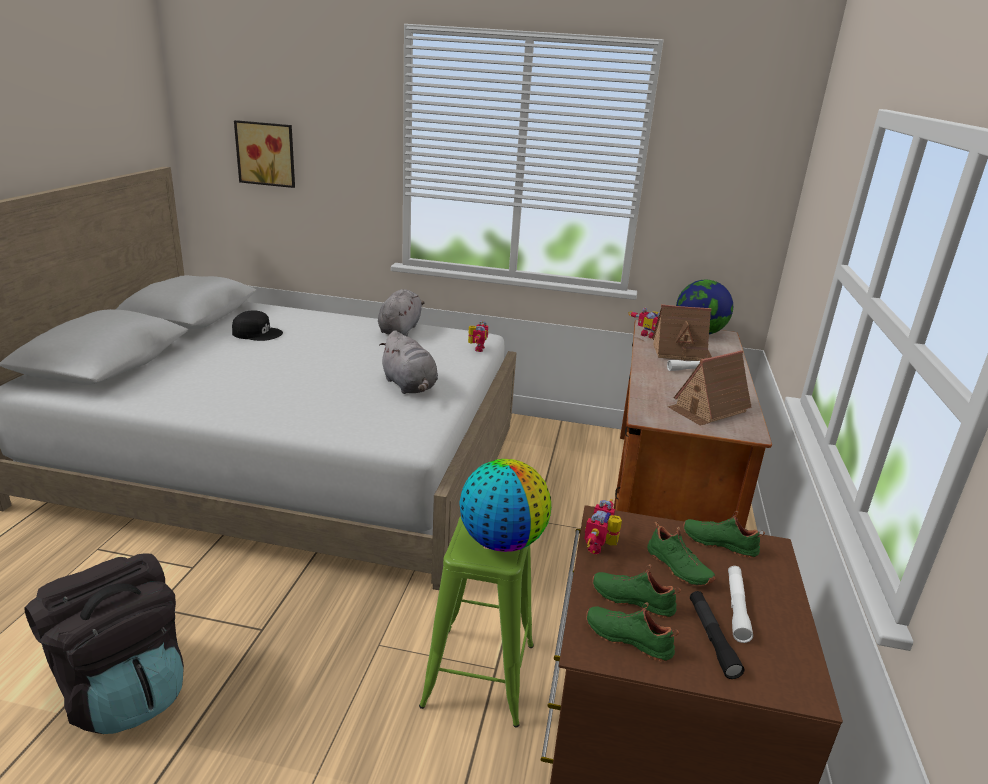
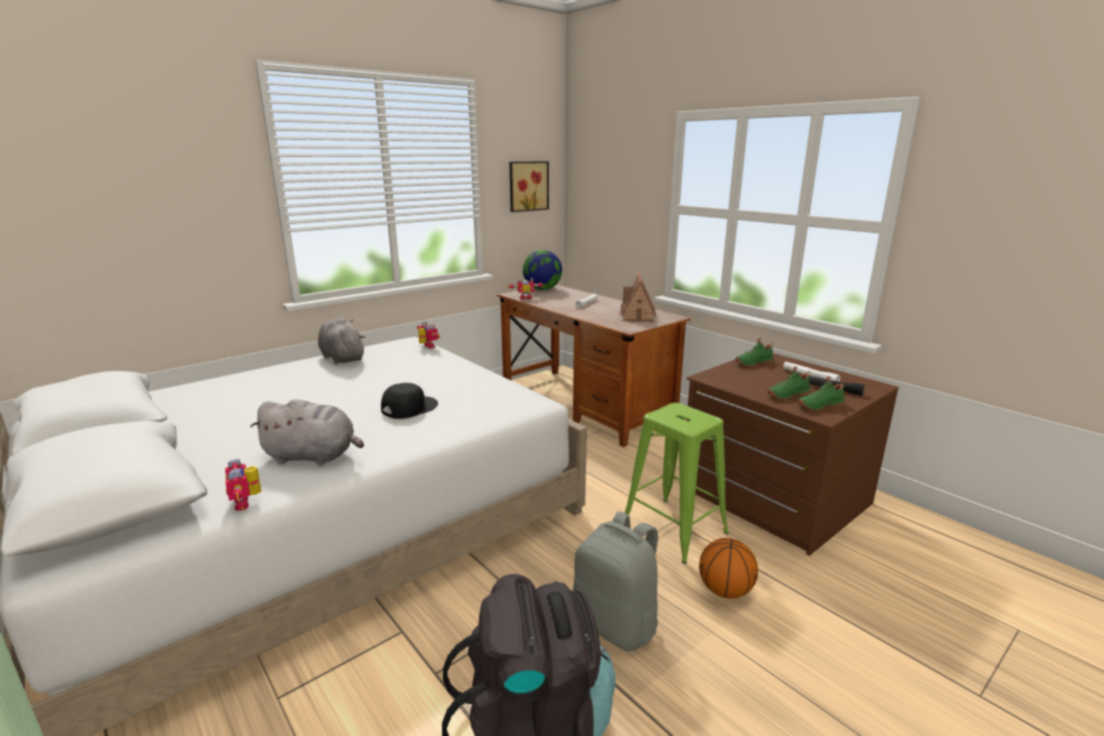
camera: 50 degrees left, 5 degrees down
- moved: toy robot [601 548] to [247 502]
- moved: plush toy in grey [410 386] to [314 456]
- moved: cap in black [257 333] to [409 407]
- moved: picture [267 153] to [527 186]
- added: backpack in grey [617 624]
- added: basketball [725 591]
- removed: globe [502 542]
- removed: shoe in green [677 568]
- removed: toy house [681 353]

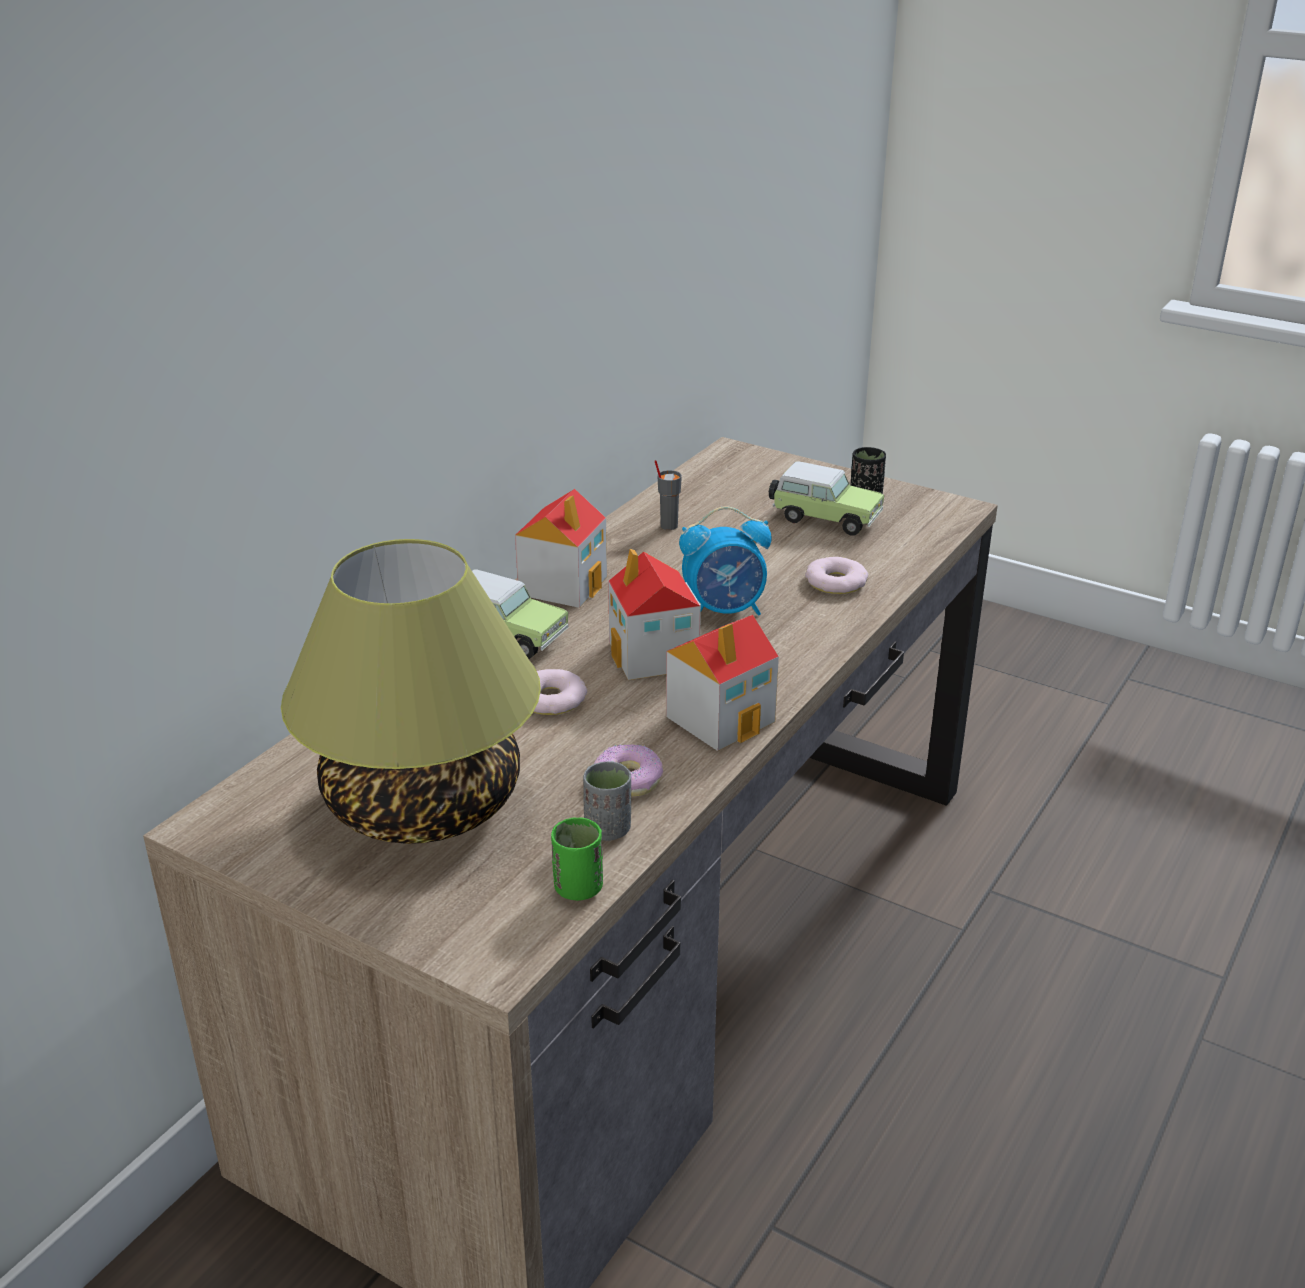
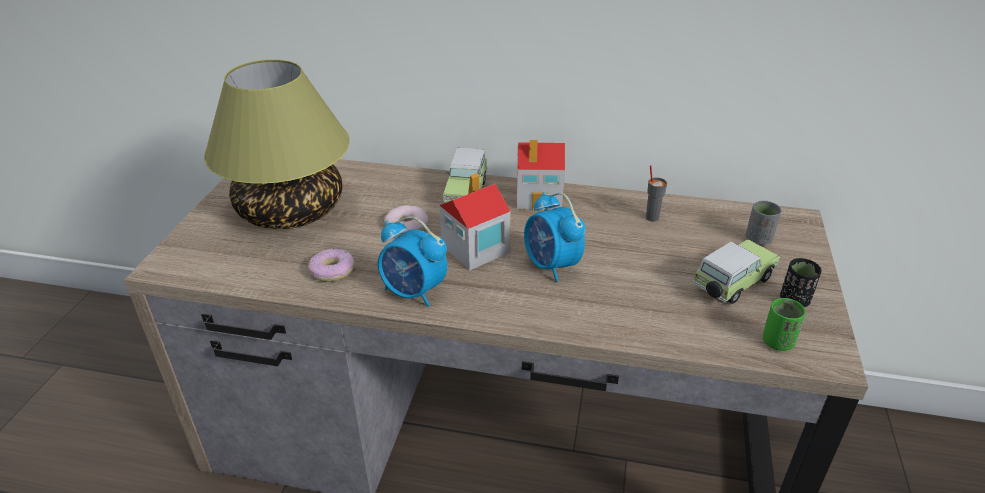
camera: 70 degrees right, 5 degrees up
- replaced: toy house [721 718] to alarm clock [414 292]
- turned: toy car [823 519] = [731 284] 135 degrees counterclockwise
- moved: cup in grey [608 829] to [758 239]
- moved: cup in green [578 888] to [777 342]
- removed: donut [835 582]

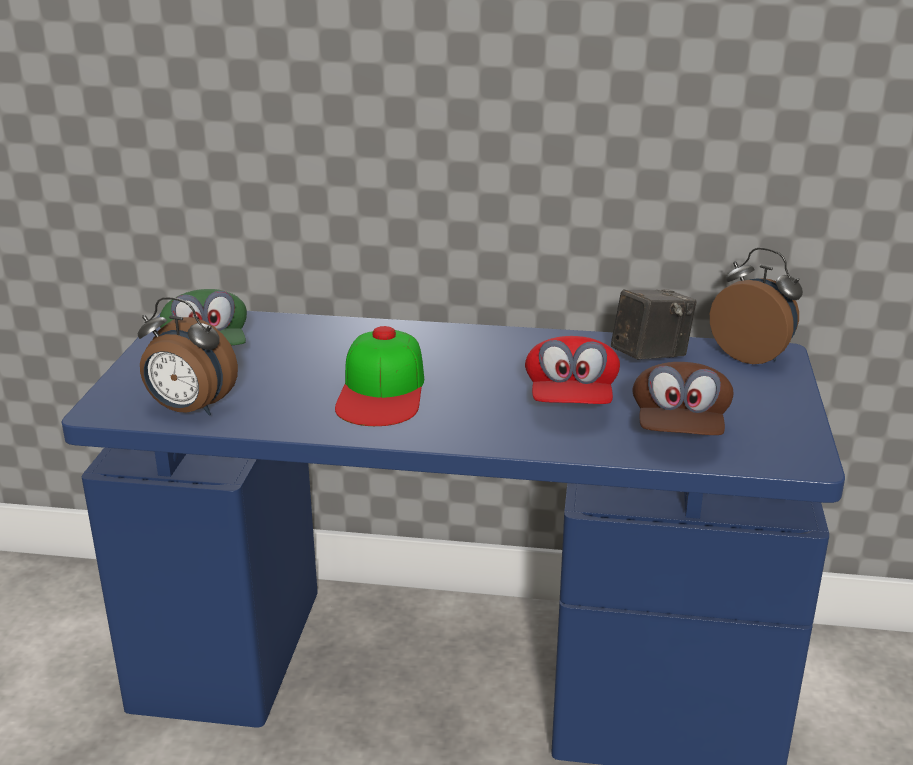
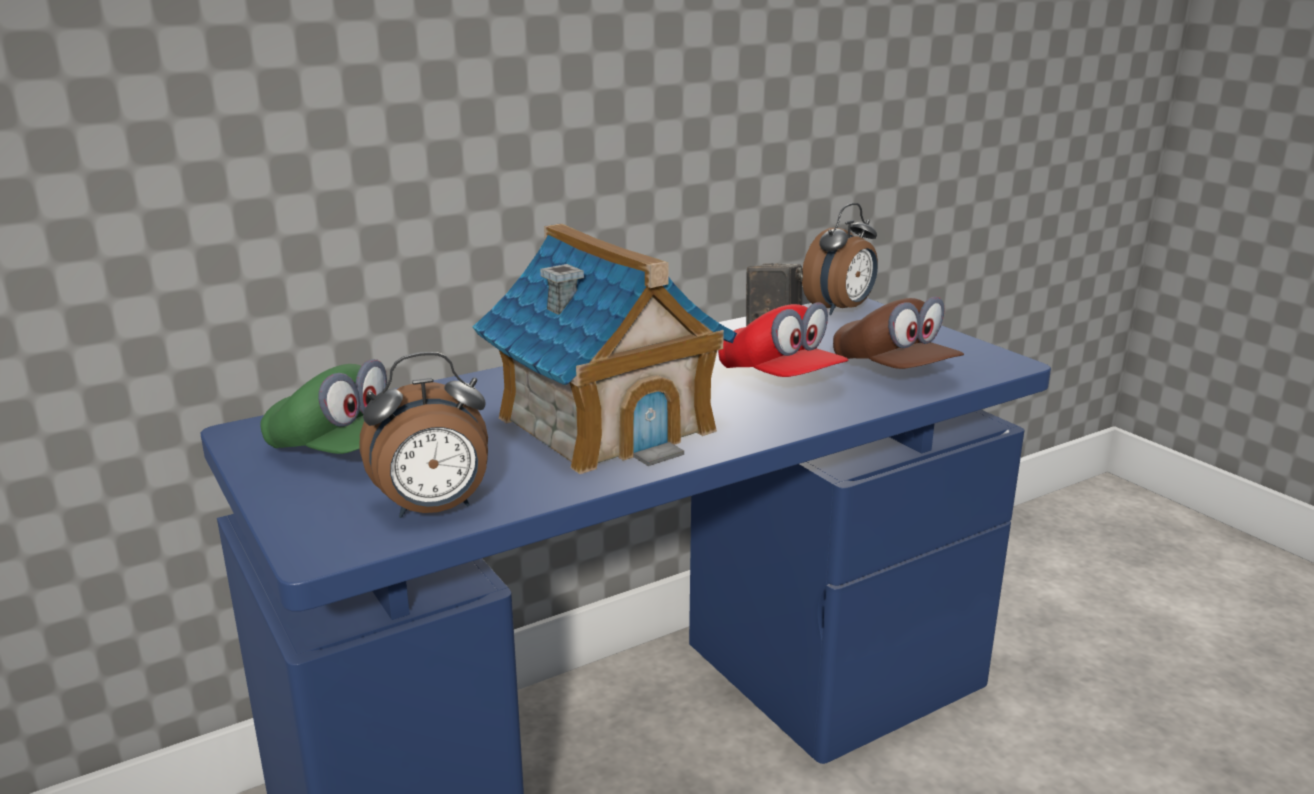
camera: 40 degrees left, 5 degrees down
- replaced: cap [382 390] to toy house [606 424]
- turned: alarm clock [752 355] = [840 310] 135 degrees clockwise

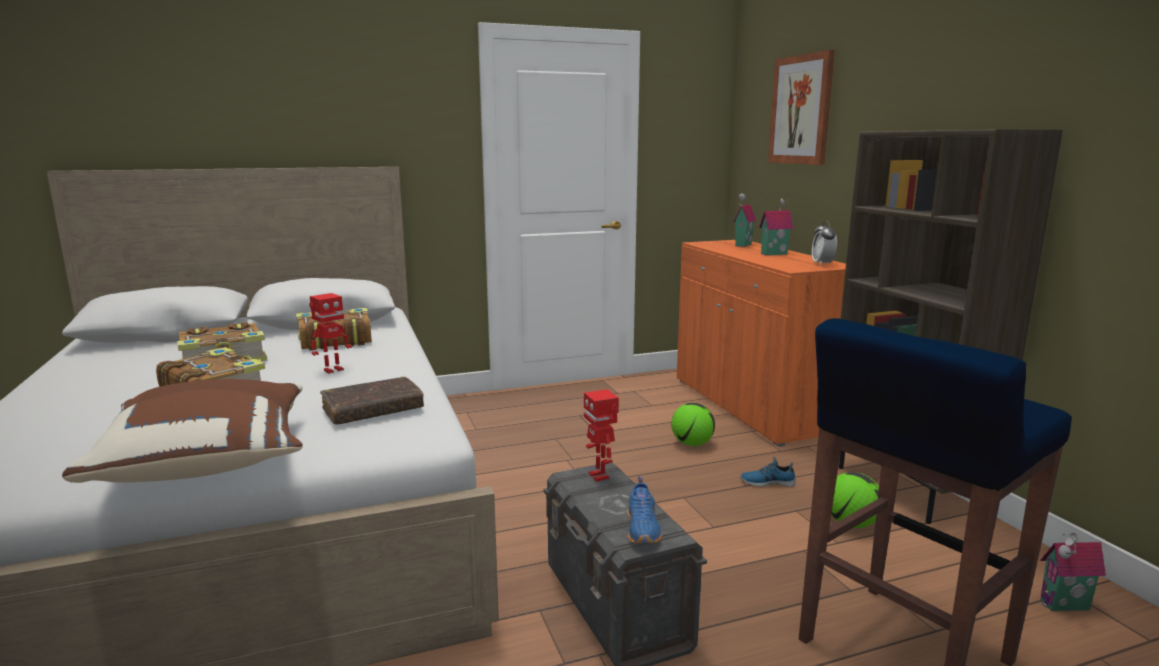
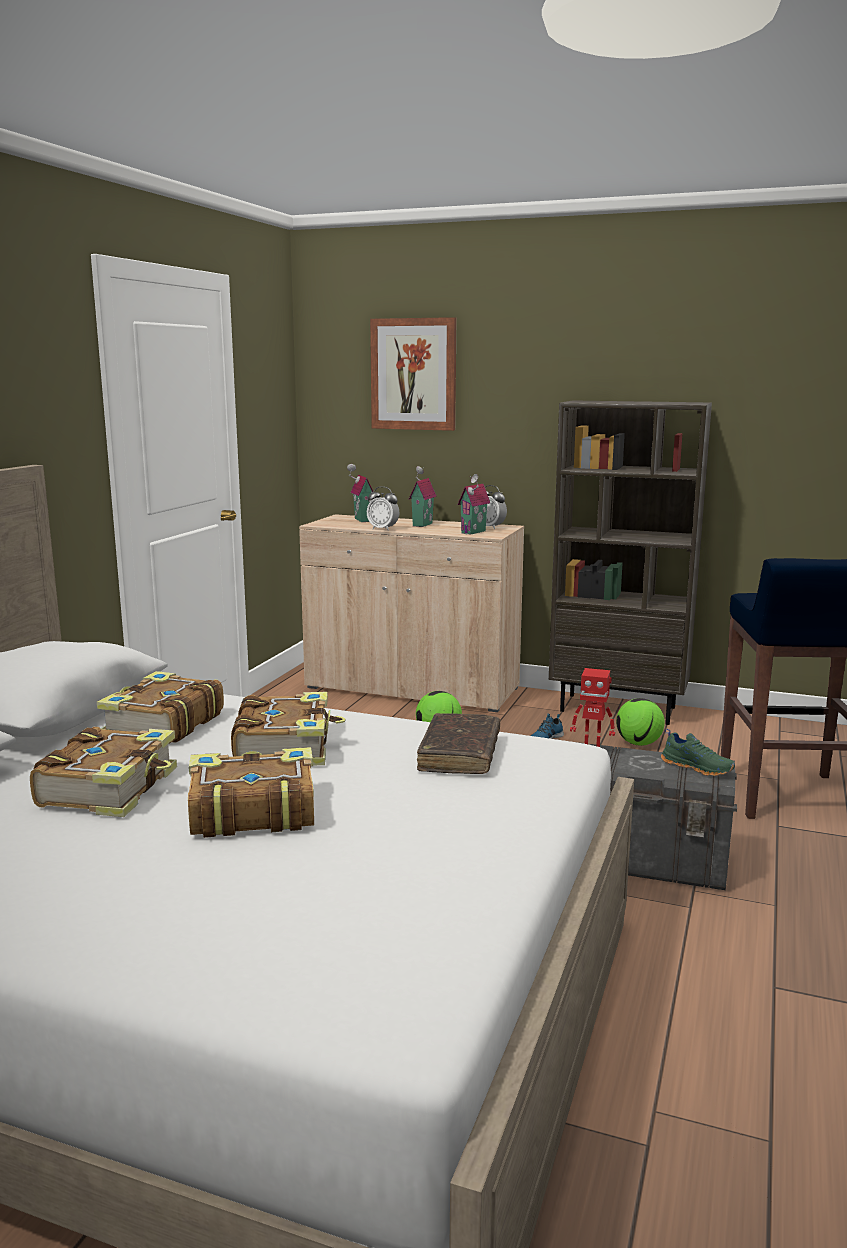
camera: 50 degrees left, 0 degrees up
- replaced: toy robot [333 370] to book [286 746]
- recoloured: cabinet in orange [751 405] to cabinet in beige [412 688]
- added: alarm clock [383 529]
- moved: toy house [1066 607] to [474 532]
- recoloured: shoe in blue [643 529] to shoe in green [697 767]
- removed: pillow in brown [209 461]

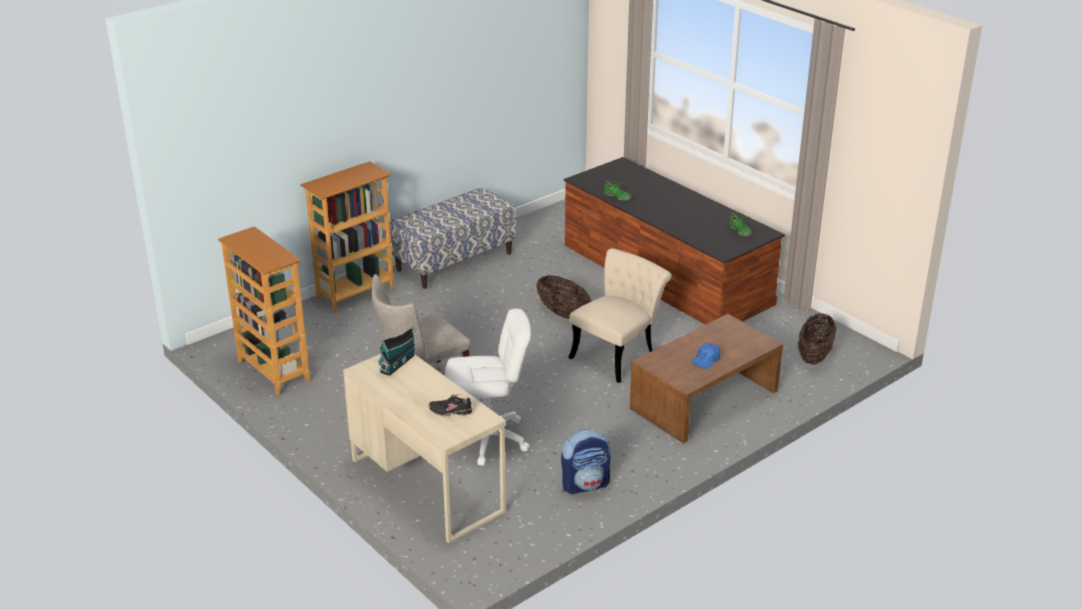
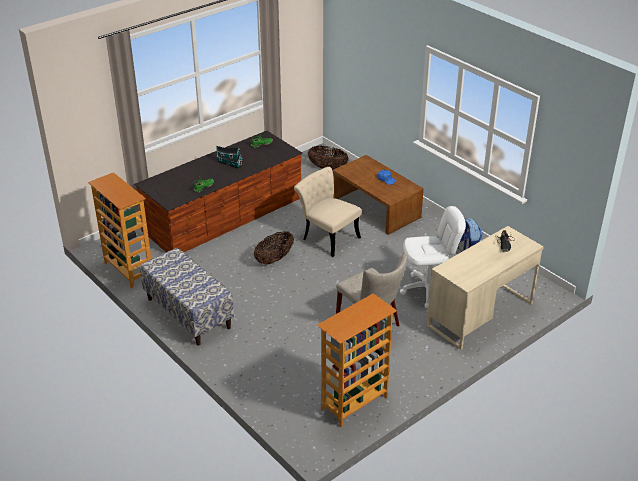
camera: 90 degrees left, 5 degrees up
- moved: bookcase [355 294] to [128 270]
- moved: toy house [398 363] to [229 163]
- turned: office chair in white [488 439] = [428 290] 90 degrees clockwise

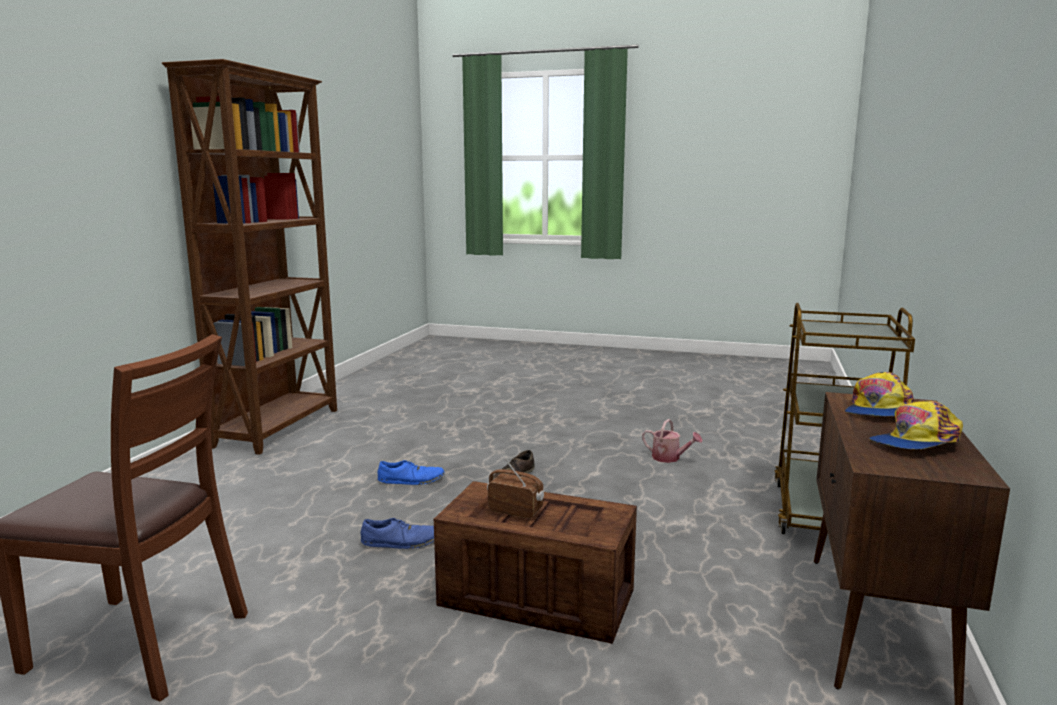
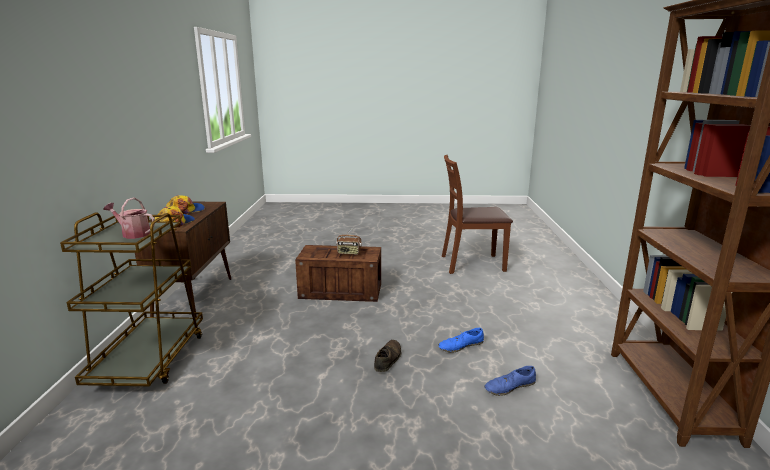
camera: 165 degrees right, 5 degrees up
- moved: watering can [669 458] to [133 234]
- moved: shoe in blue [401 542] to [509 387]

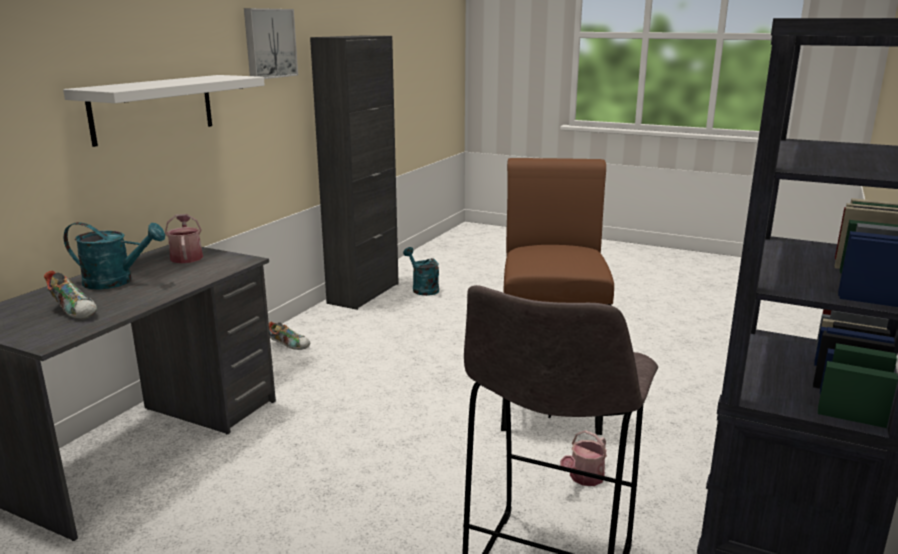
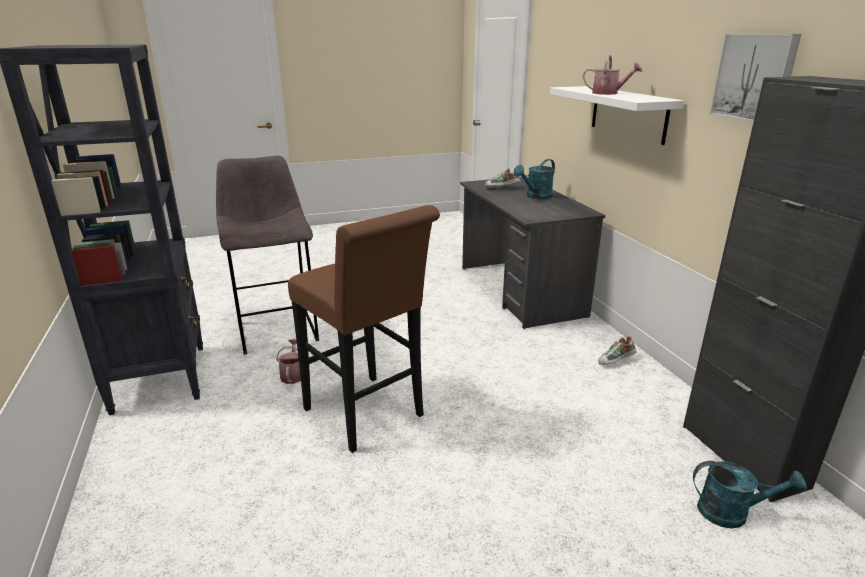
camera: 135 degrees right, 5 degrees up
- moved: watering can [186 256] to [609 93]

